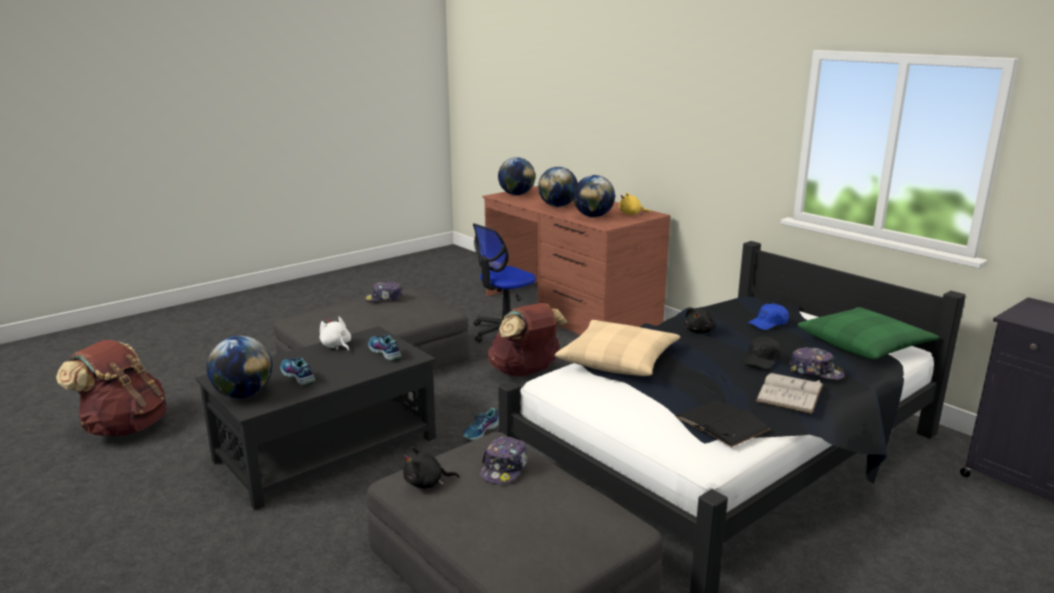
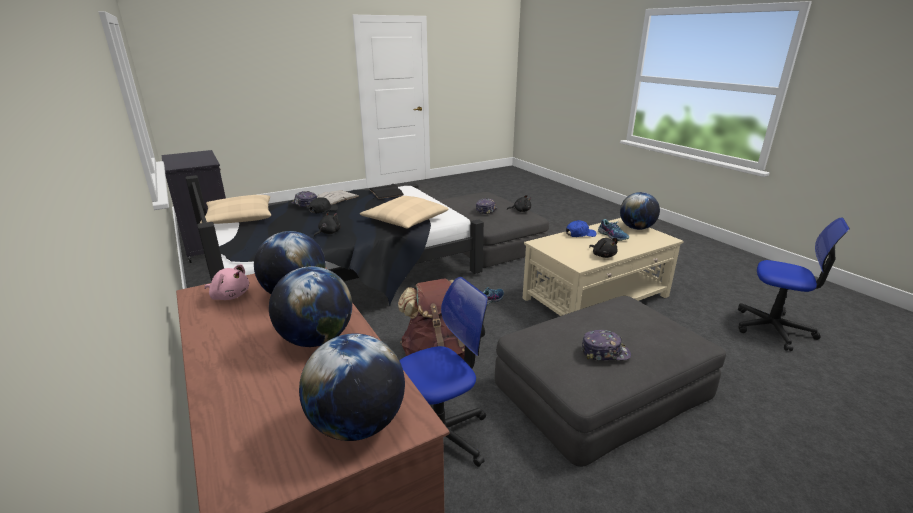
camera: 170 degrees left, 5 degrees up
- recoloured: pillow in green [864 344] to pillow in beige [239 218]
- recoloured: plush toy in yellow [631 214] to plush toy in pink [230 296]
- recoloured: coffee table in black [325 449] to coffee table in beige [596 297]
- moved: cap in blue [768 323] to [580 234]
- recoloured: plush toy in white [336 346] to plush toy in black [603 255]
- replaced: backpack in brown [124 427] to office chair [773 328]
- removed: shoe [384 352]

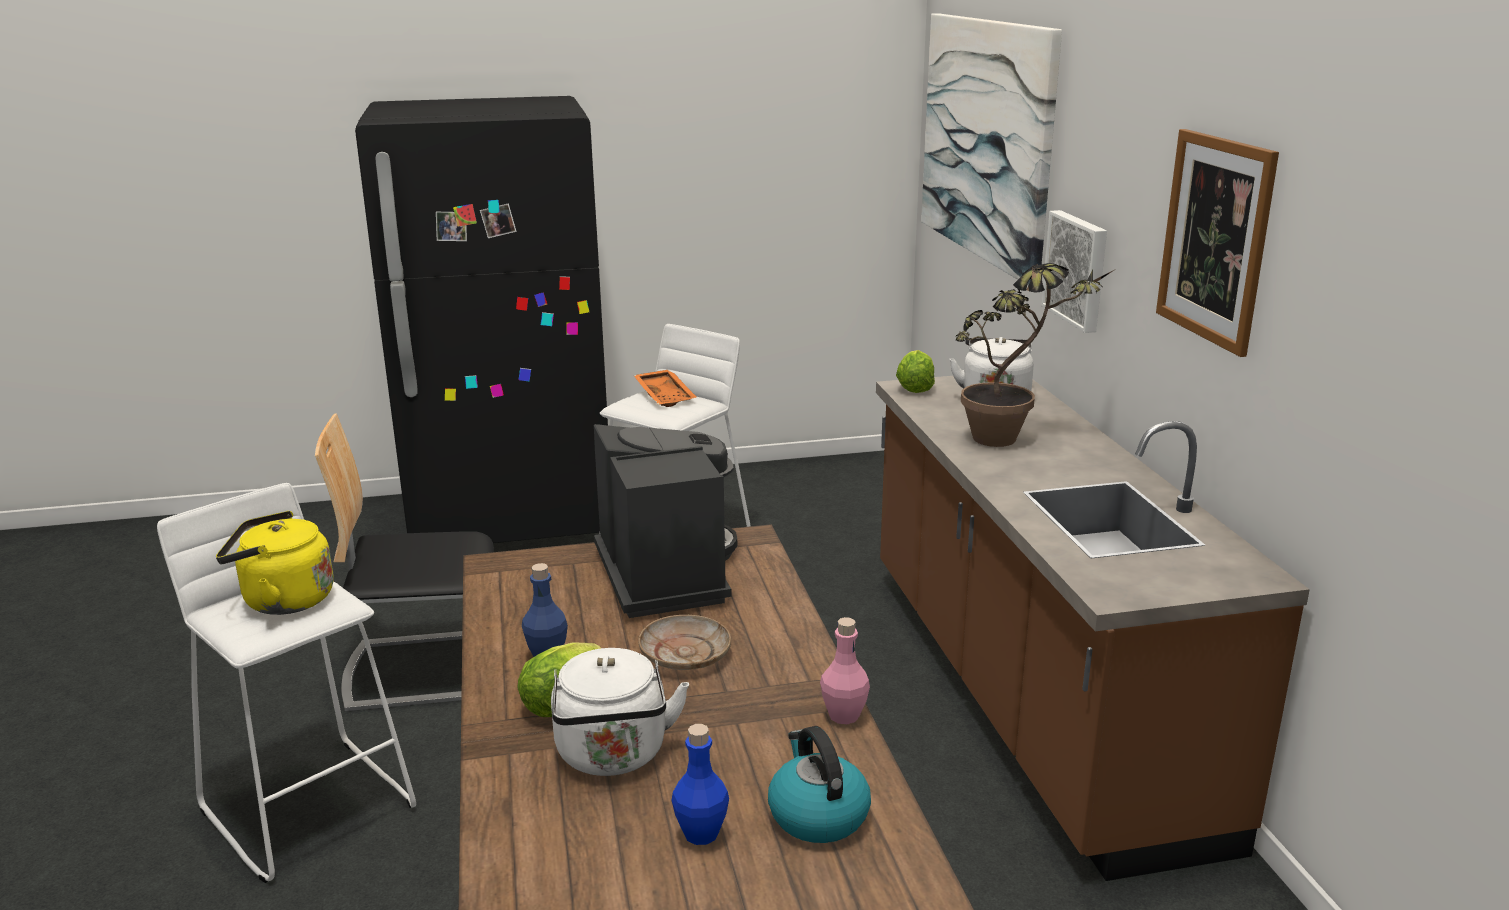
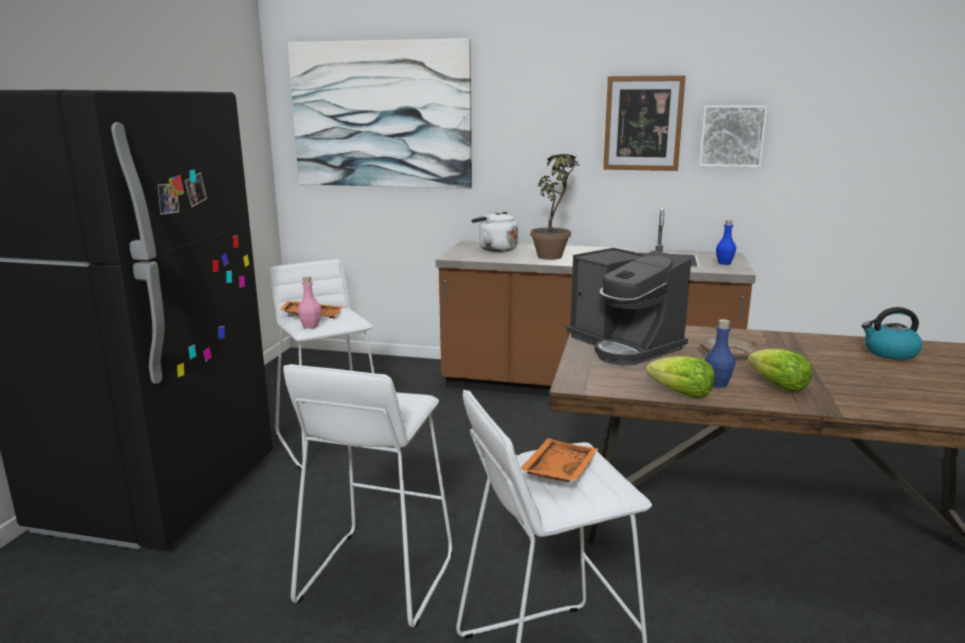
camera: 65 degrees left, 5 degrees down
- replaced: chair [424 668] to stool in white [376 577]
- moved: bottle in pink [844 715] to [310 326]
- replaced: kettle in yellow [283 600] to tray in orange [557 471]
- turned: coffee machine [666 574] = [624 346] 135 degrees counterclockwise
- moved: lettuce [915 388] to [682 394]
- moved: picture [1078 269] to [731 136]
- moved: bottle in blue [701 833] to [724 263]
- removed: kettle in white [613 756]

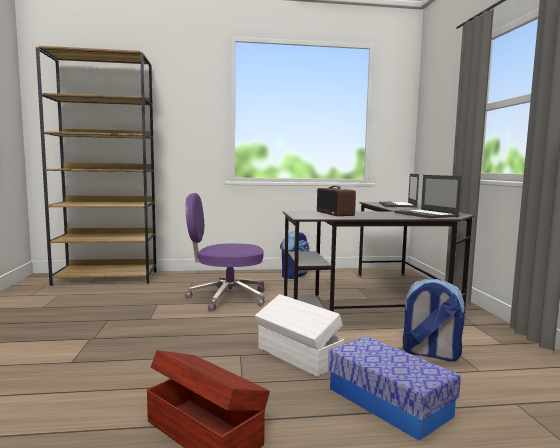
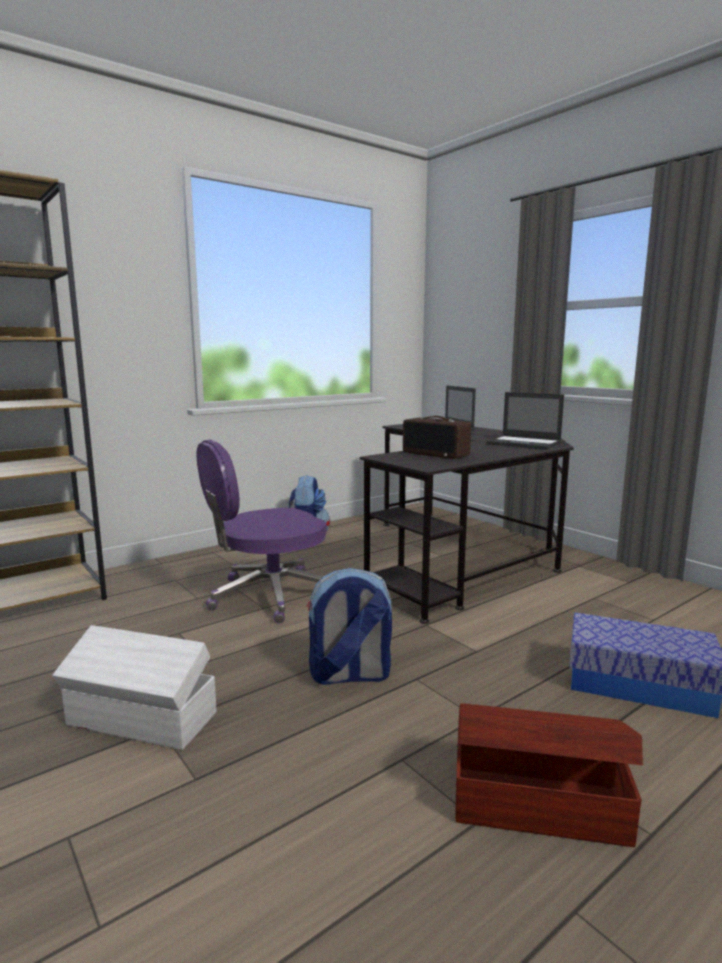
camera: 30 degrees left, 5 degrees up
- moved: storage box in white [298 356] to [142 720]
- moved: backpack [429 353] to [349 675]

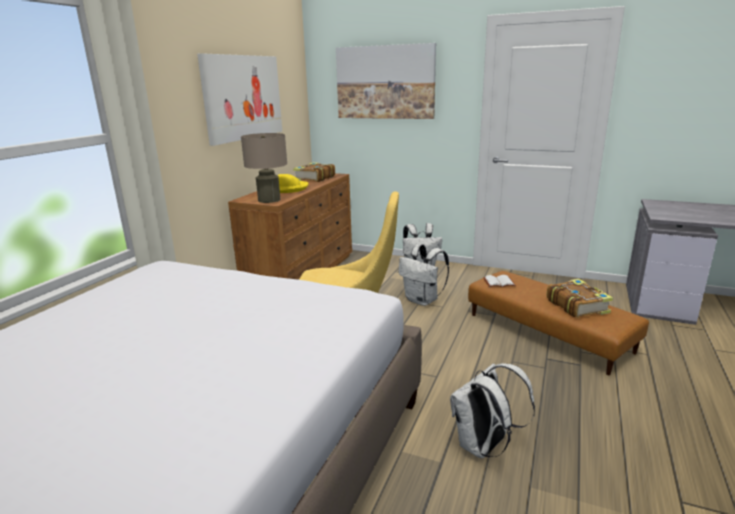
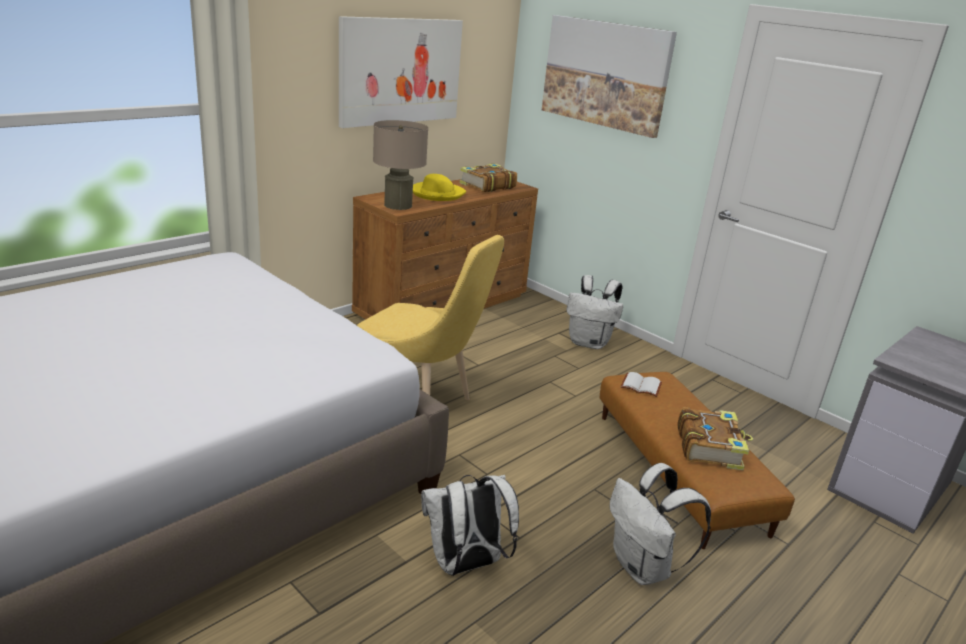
camera: 20 degrees right, 5 degrees up
- moved: backpack in white [423 300] to [643 568]

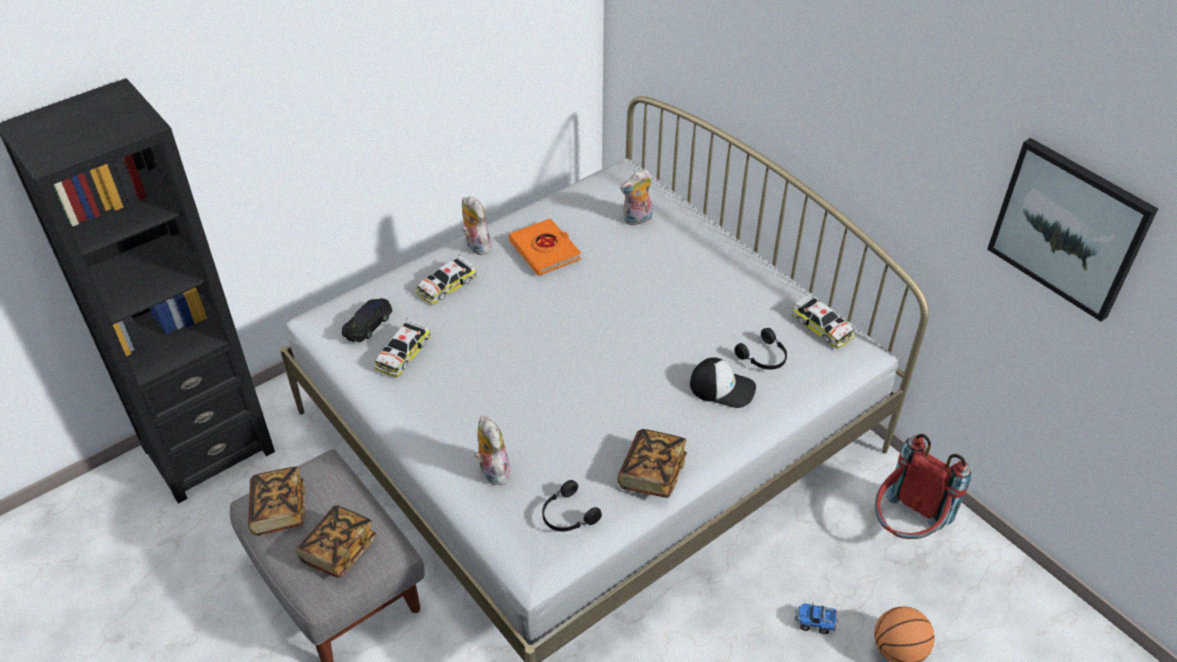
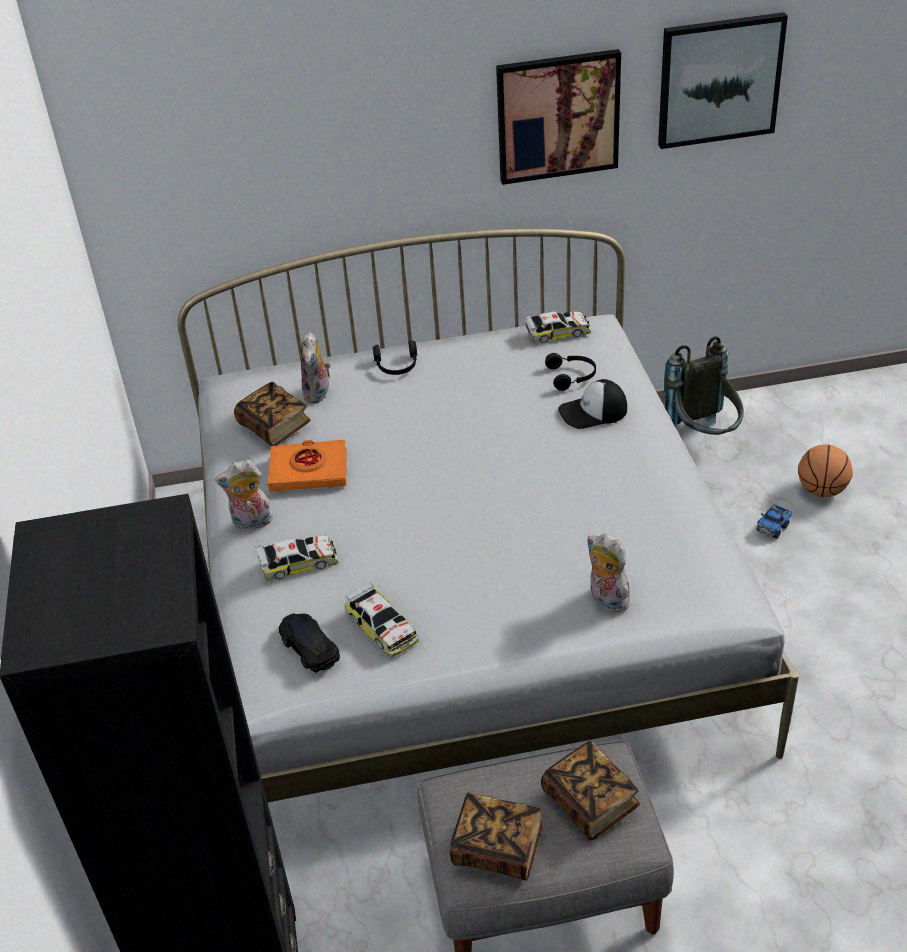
camera: 60 degrees left, 5 degrees down
- moved: book [652 473] to [274 427]
- turned: toy car [446 285] = [299 562] 90 degrees counterclockwise
- moved: headphones in black [567 515] to [397 366]
- added: picture [557 116]
- turned: cap [722 387] = [593 412] 150 degrees counterclockwise
- turned: plush toy [492 471] = [606 599] 45 degrees clockwise
- recoloured: backpack in red [905 528] to backpack in grey [703 438]

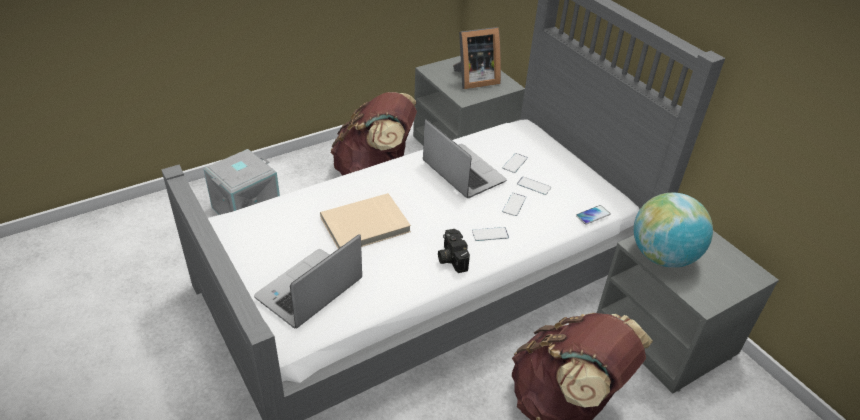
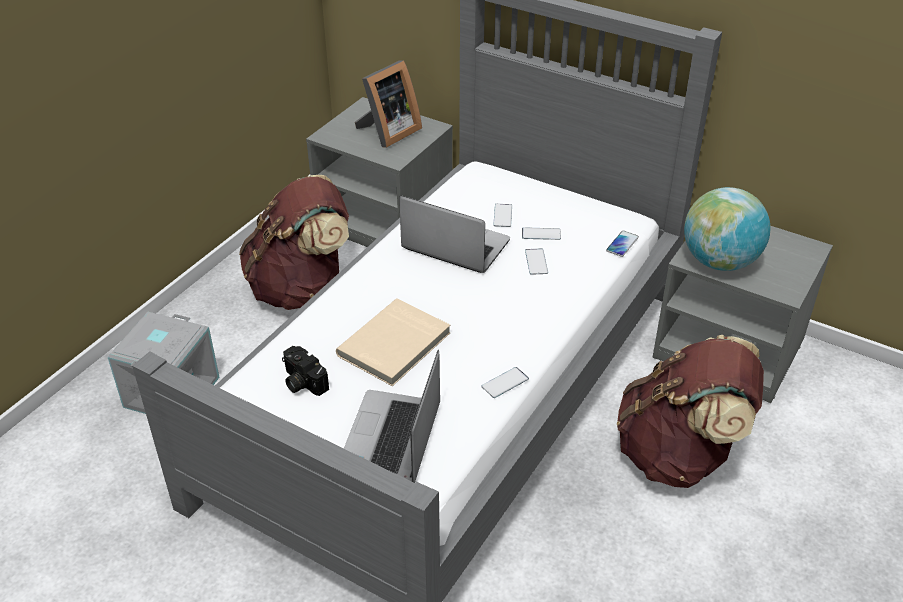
camera: 25 degrees left, 0 degrees up
- moved: photo camera [450 258] to [301 382]
- moved: phone [490 234] to [505 383]

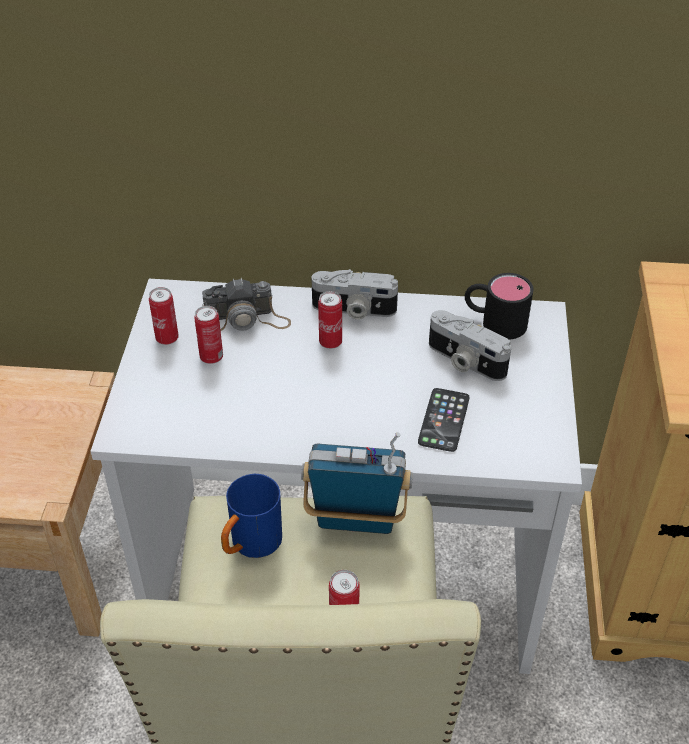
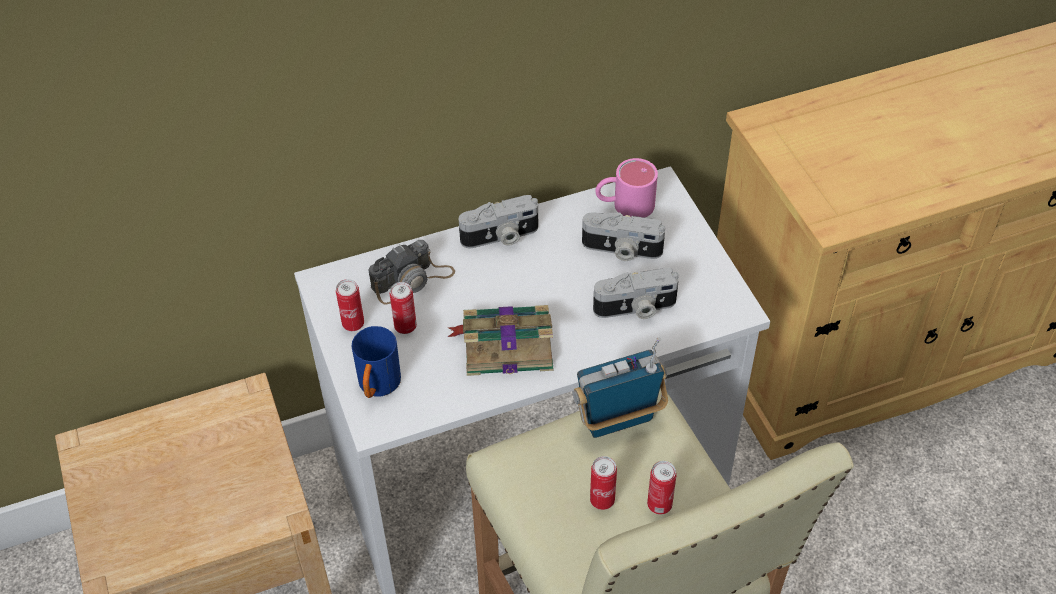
camera: 25 degrees left, 5 degrees up
- moved: mug in blue [250 545] to [377 387]
- added: book [505 344]
- moved: can [330 342] to [602 500]
- replaced: phone [444 420] to photo camera [635 308]
- recoloured: mug in black [494 321] to mug in pink [624 205]

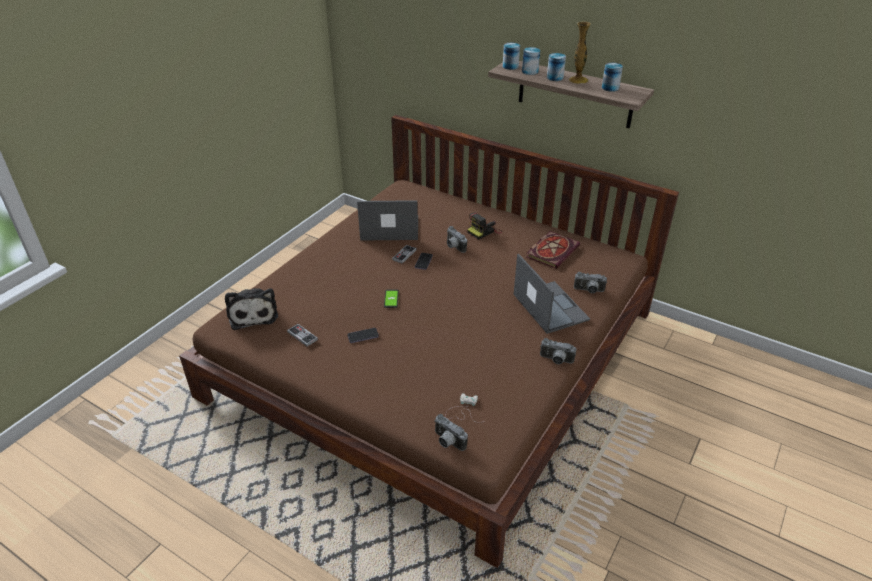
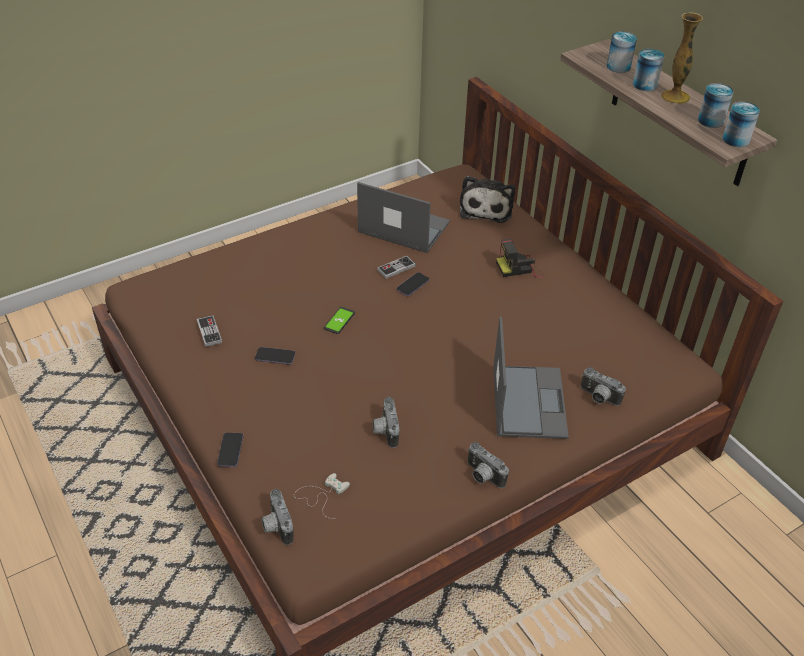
camera: 25 degrees right, 5 degrees up
- added: phone [230 450]
- moved: photo camera [453 247] to [384 431]
- moved: plush toy [253 314] to [486 208]
- moved: can [510 66] to [736 140]
- removed: book [552 251]

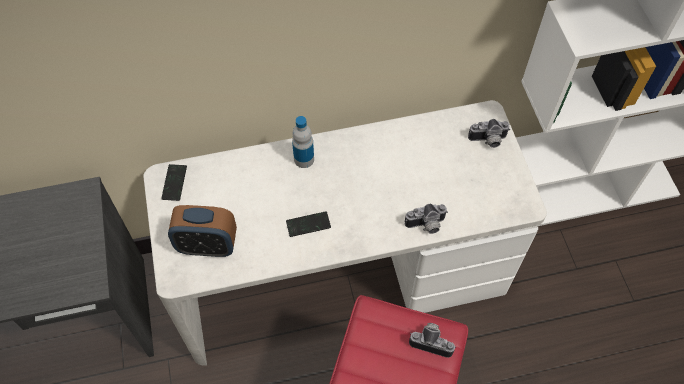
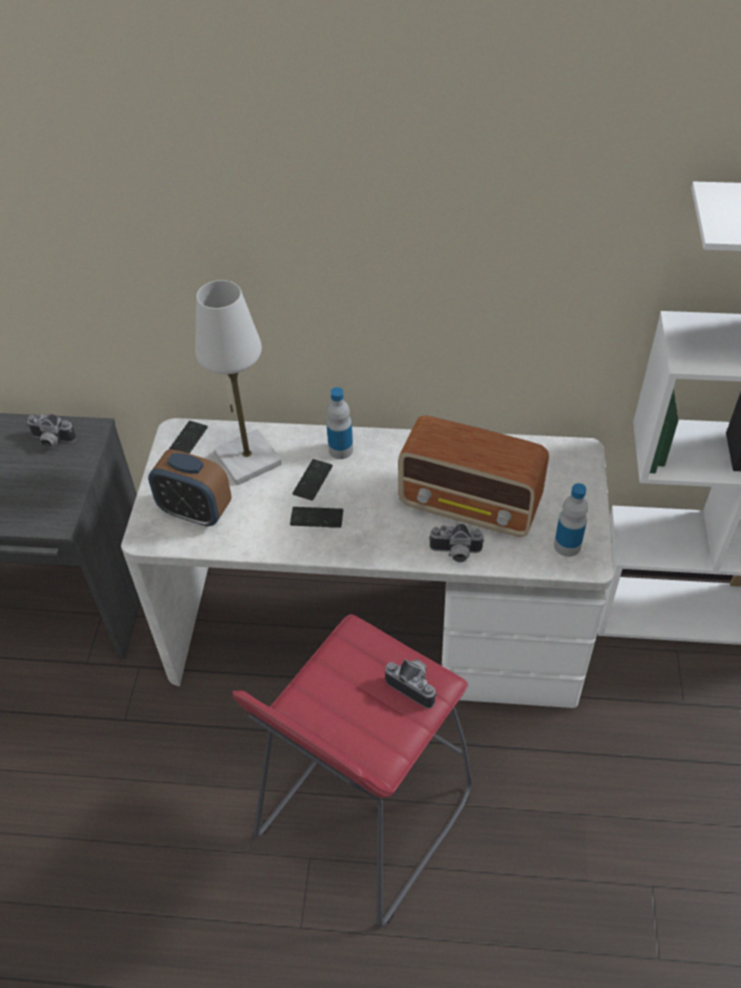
camera: 20 degrees right, 10 degrees down
- moved: photo camera [488 141] to [51 441]
- added: table lamp in white [248 459]
- added: phone [312 480]
- added: radio [471 506]
- added: bottle [567 545]

